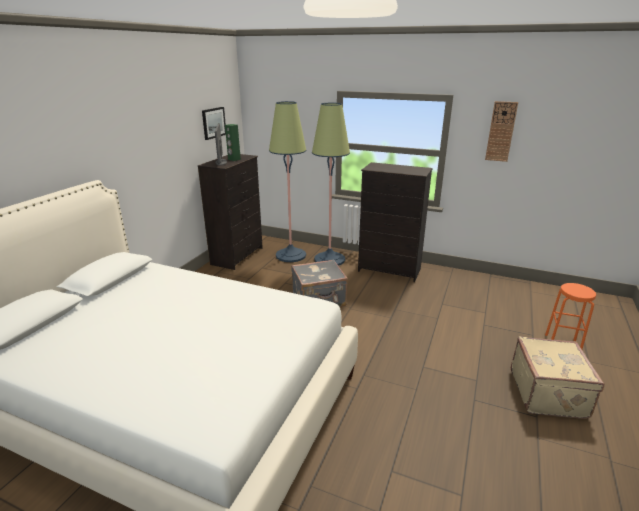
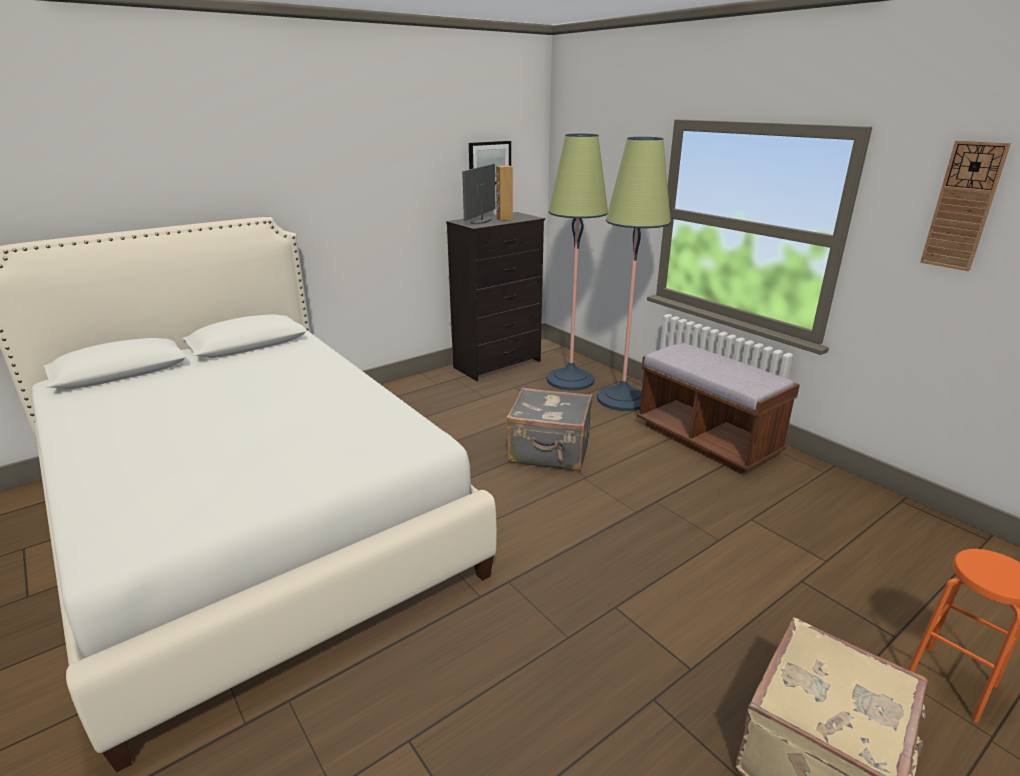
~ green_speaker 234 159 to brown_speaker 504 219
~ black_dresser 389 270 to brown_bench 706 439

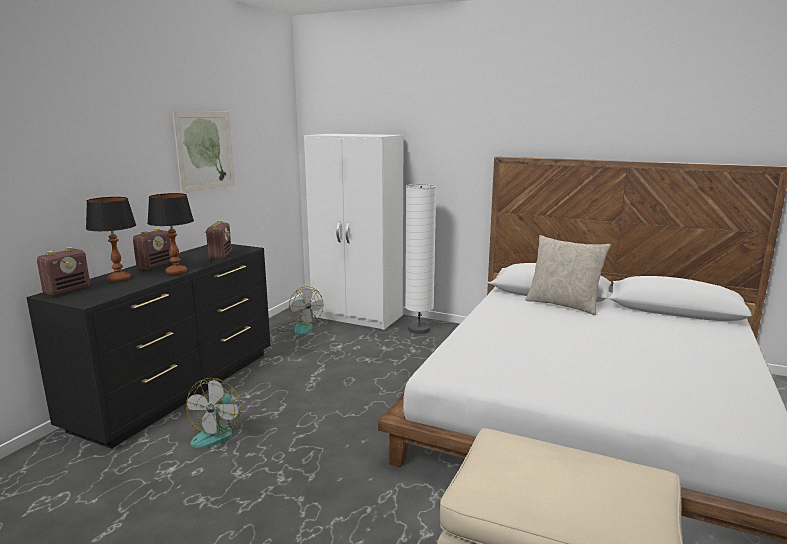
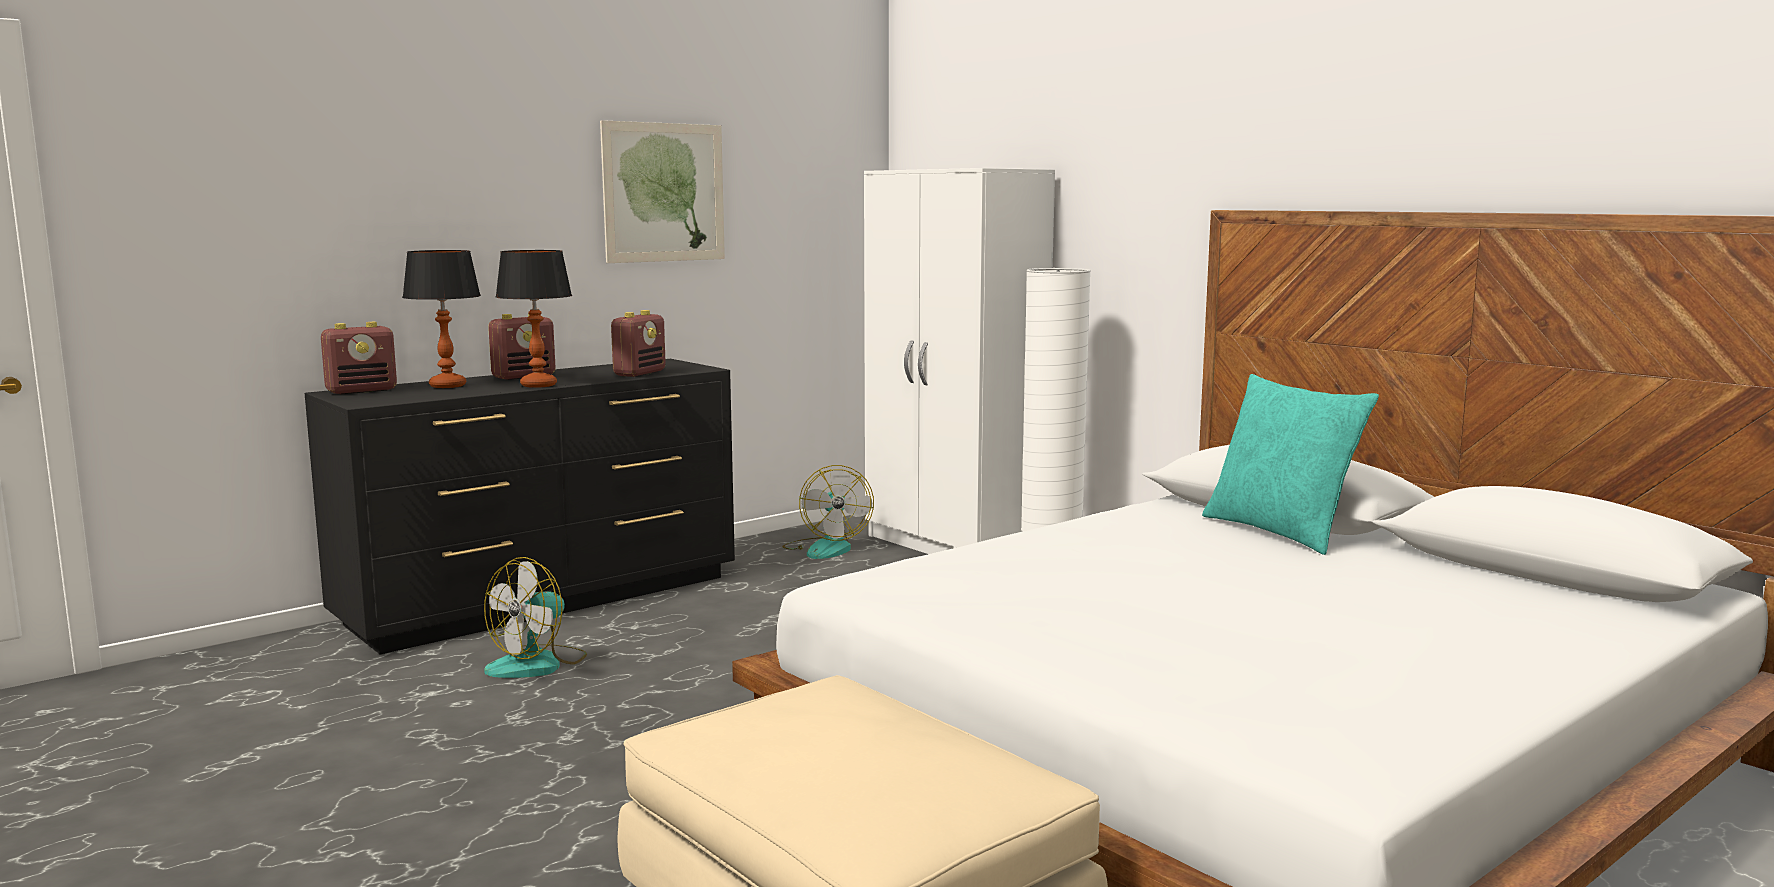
~ beige_pillow 563 304 to turquoise_pillow 1281 532

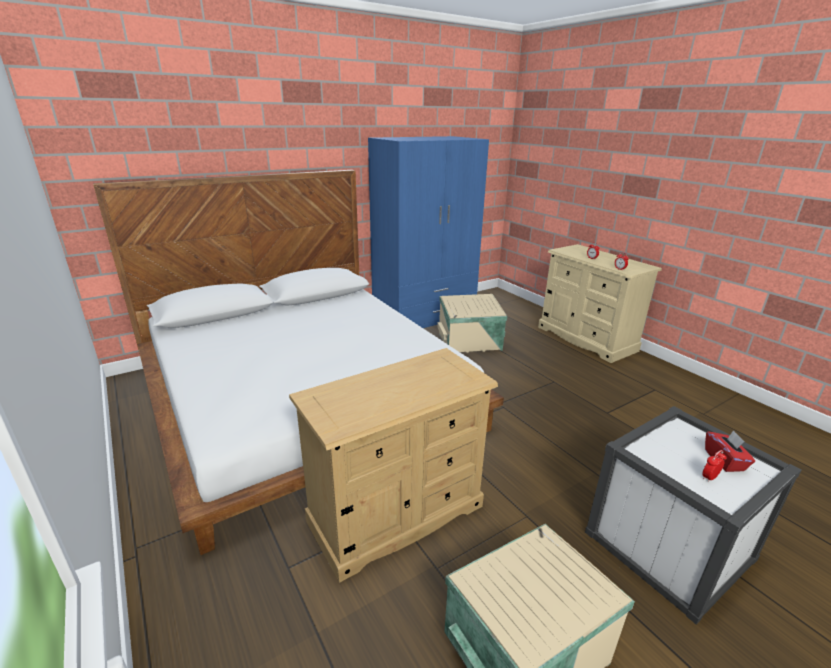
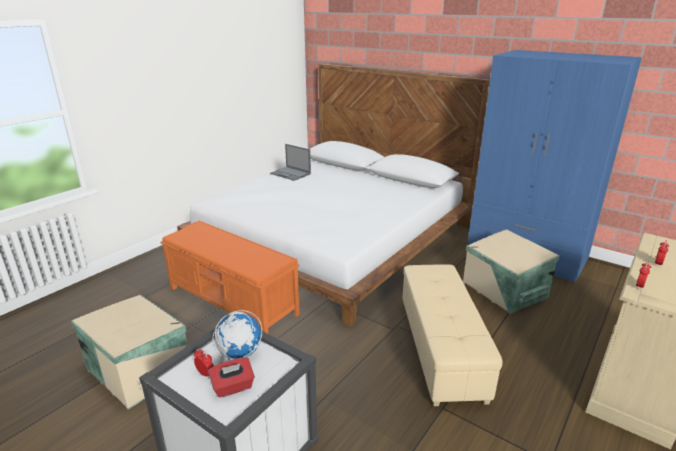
~ beige_dresser 397 514 to orange_bench 233 301
+ globe 239 353
+ laptop 291 174
+ beige_ottoman 442 348

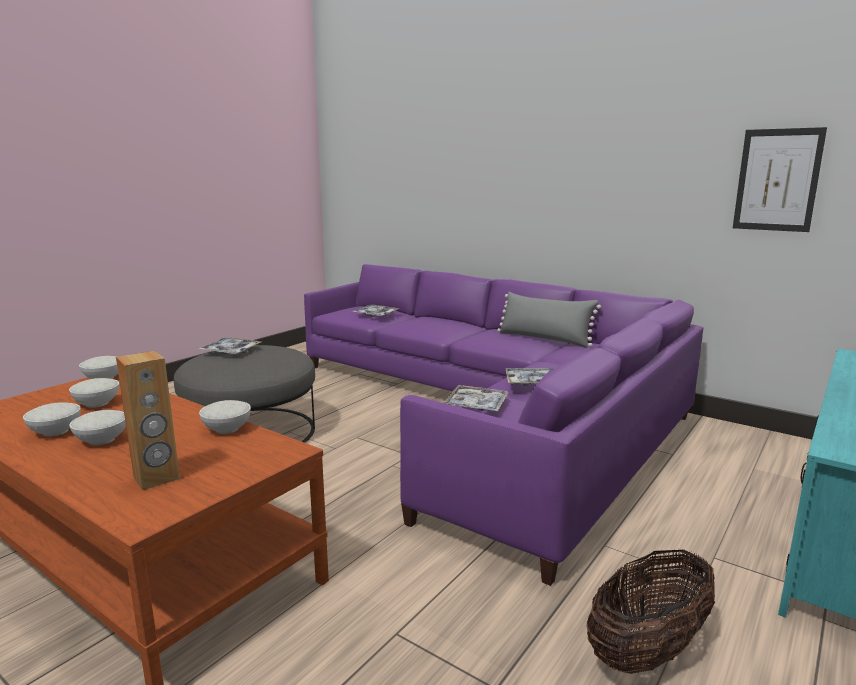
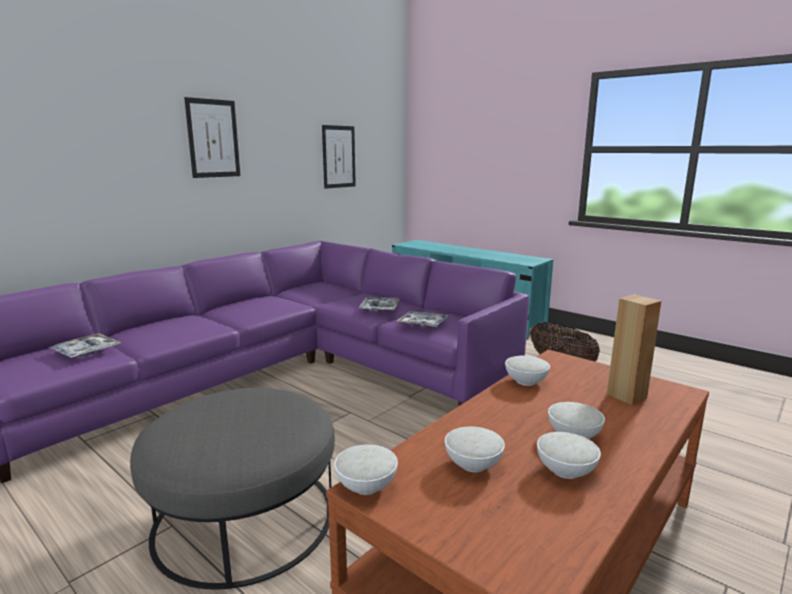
+ picture 213 138
- tray 231 351
- grey_pillow 544 339

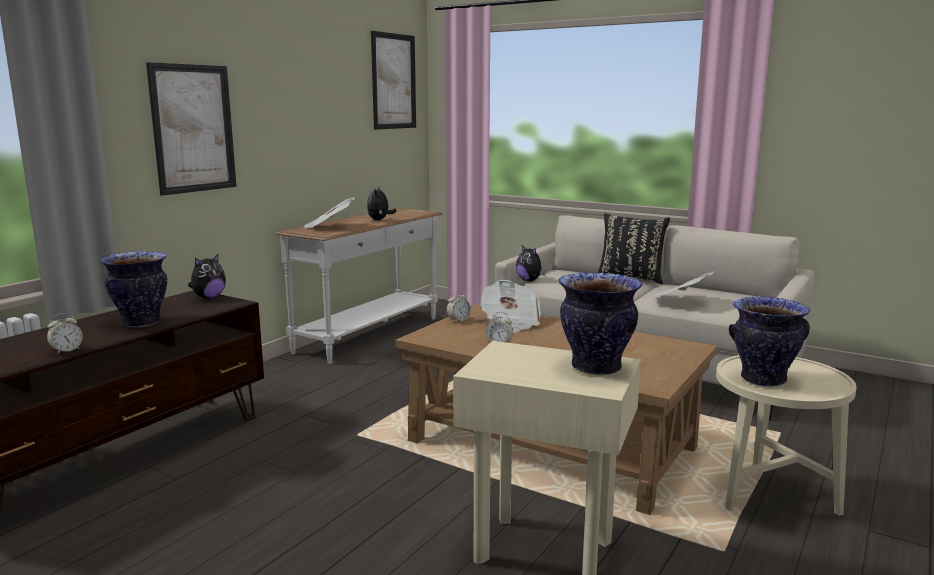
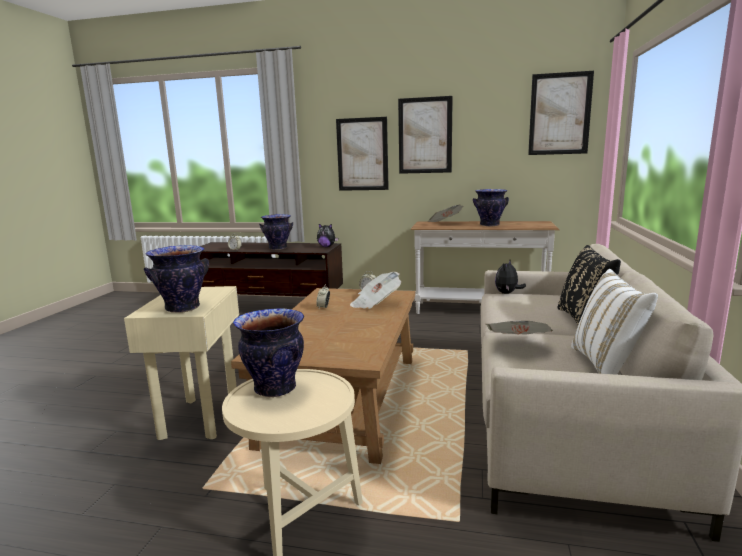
+ picture 425 135
~ plush_toy 379 220 to vase 489 225
+ white_pillow 606 366

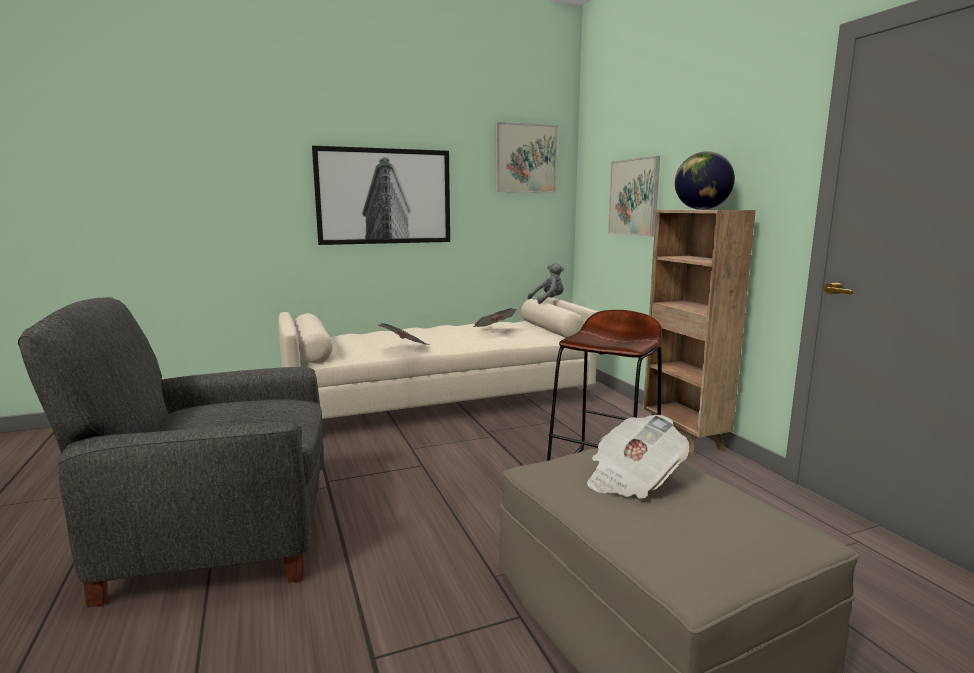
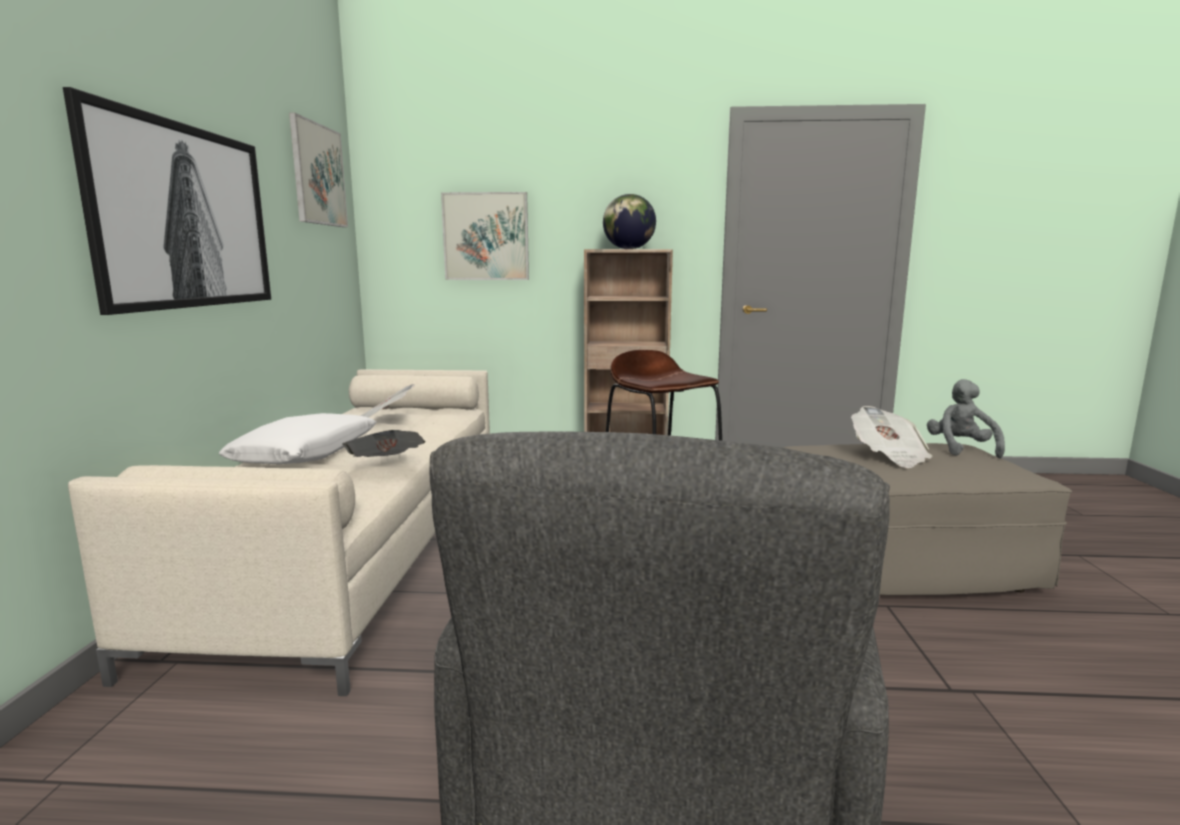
+ white_pillow 306 453
~ grey_plush_toy 548 301 to 960 449

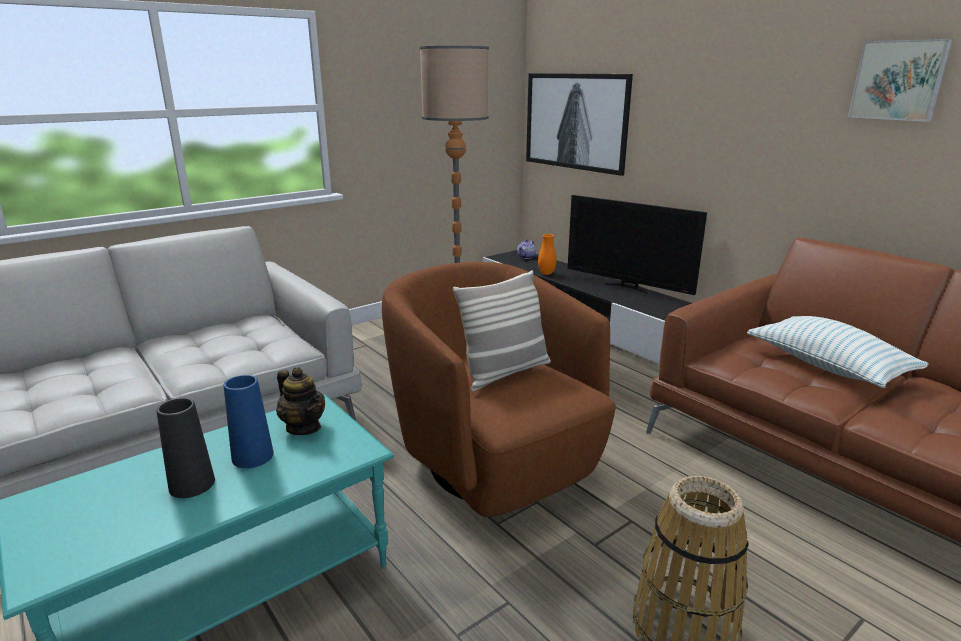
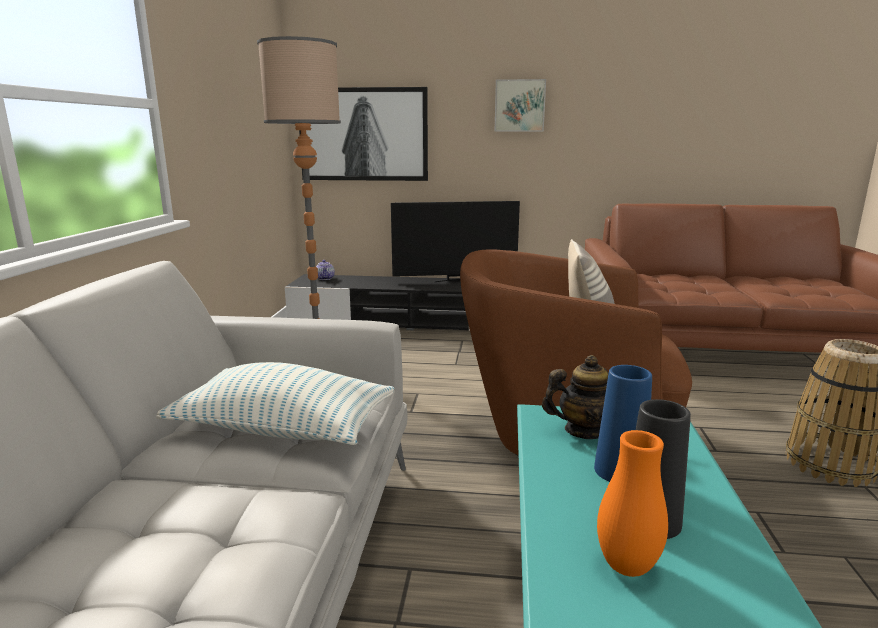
~ pillow 828 366 to 283 429
~ picture 898 80 to 519 106
~ orange_vase 546 274 to 627 566

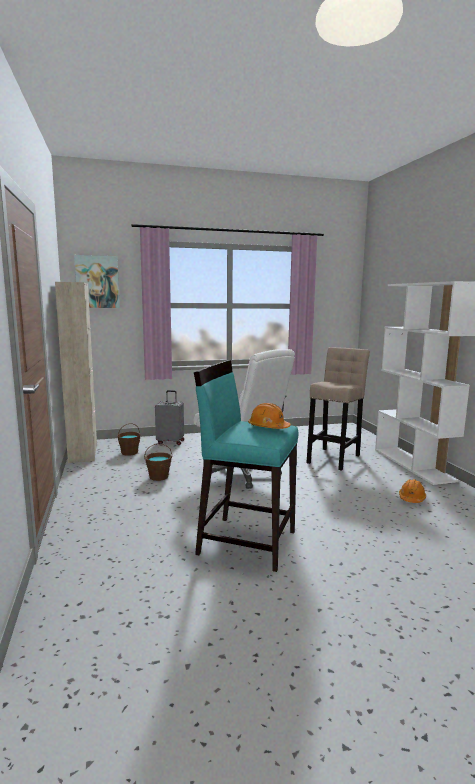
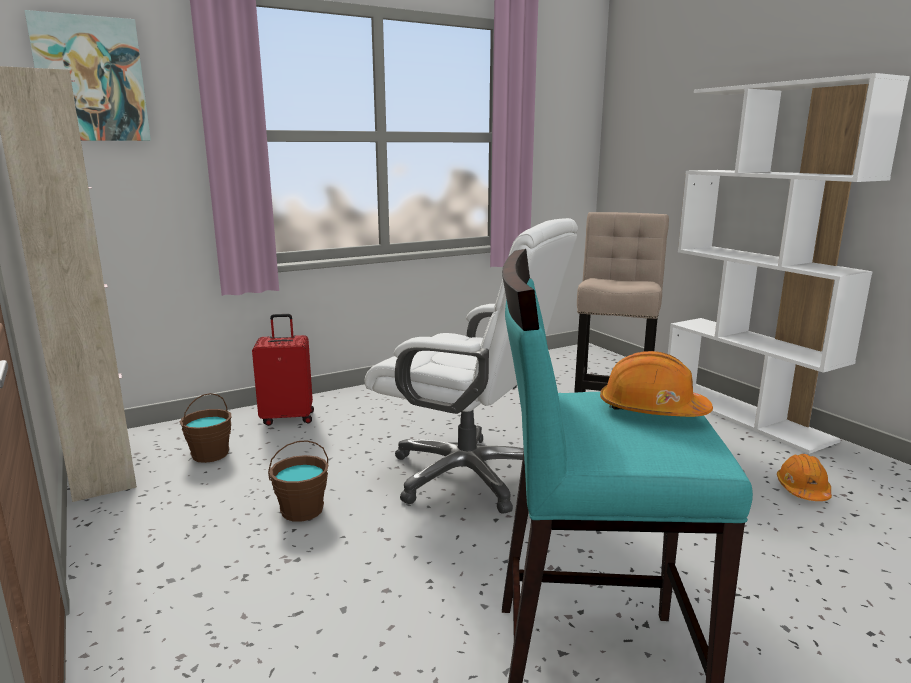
~ grey_suitcase 170 442 to red_suitcase 288 418

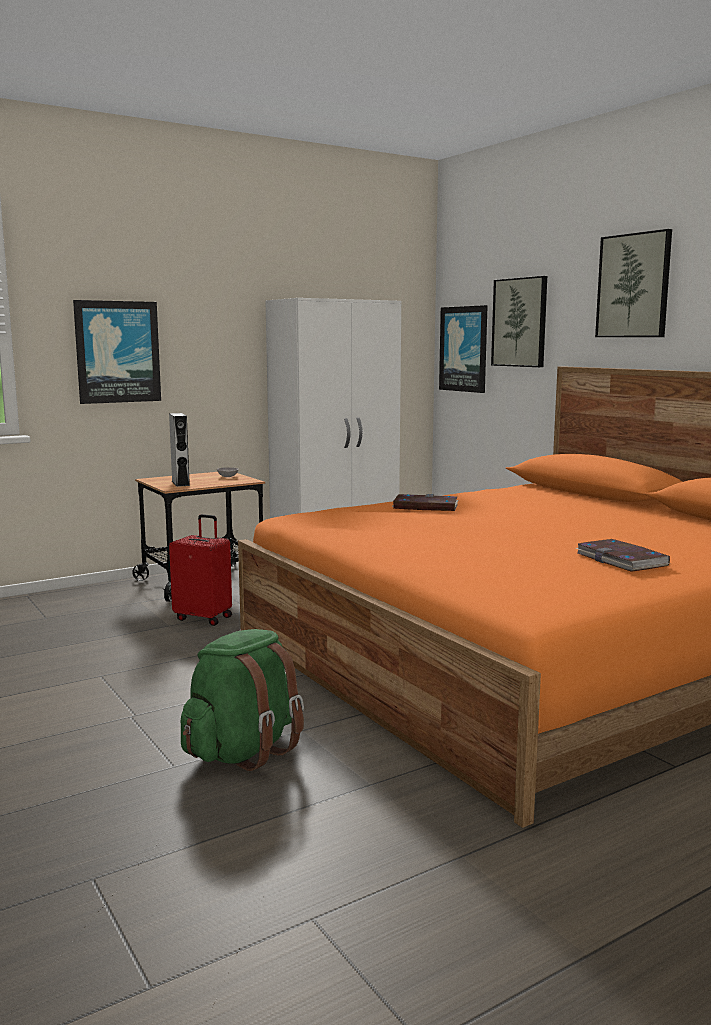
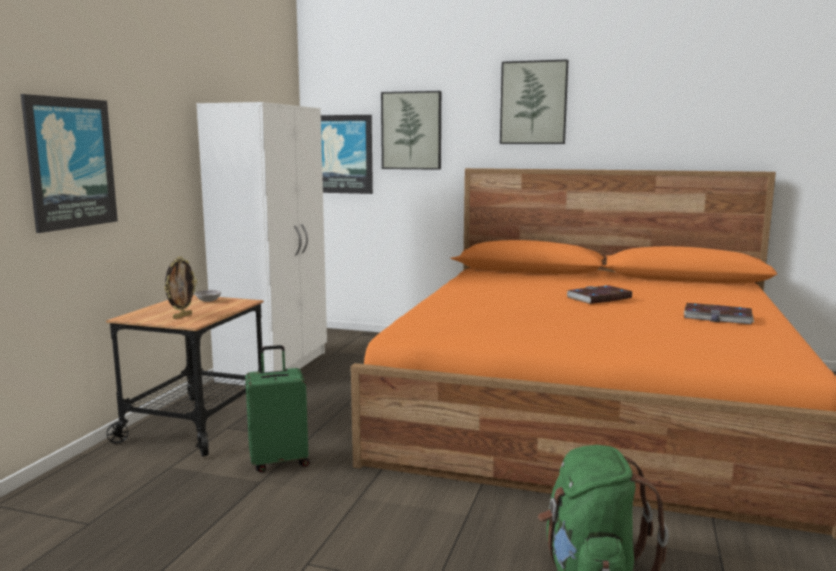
~ grey_speaker 180 483 to picture_frame 182 316
~ red_suitcase 204 618 to green_suitcase 279 461
~ book 425 506 to 599 298

